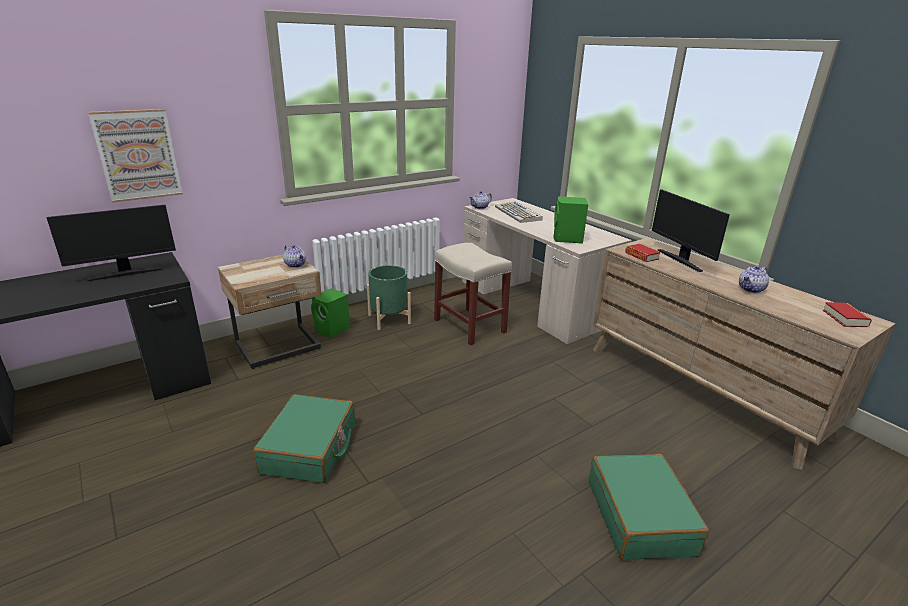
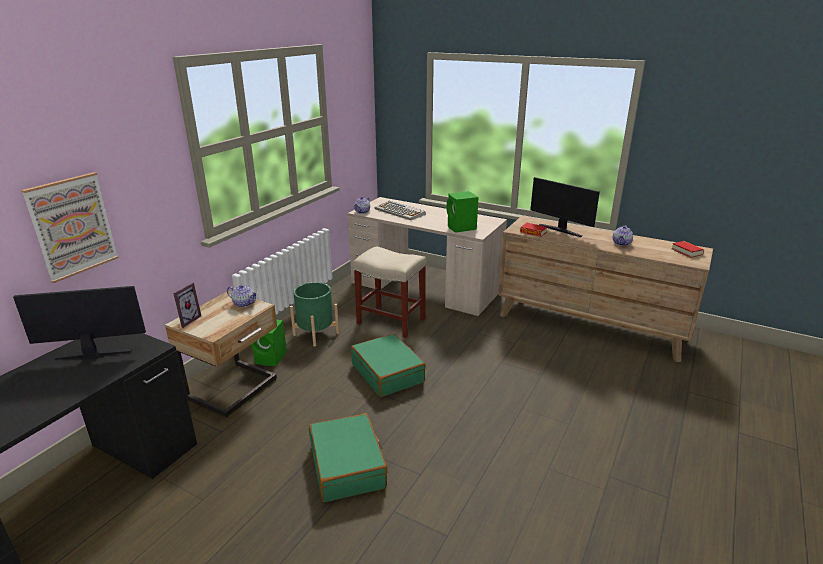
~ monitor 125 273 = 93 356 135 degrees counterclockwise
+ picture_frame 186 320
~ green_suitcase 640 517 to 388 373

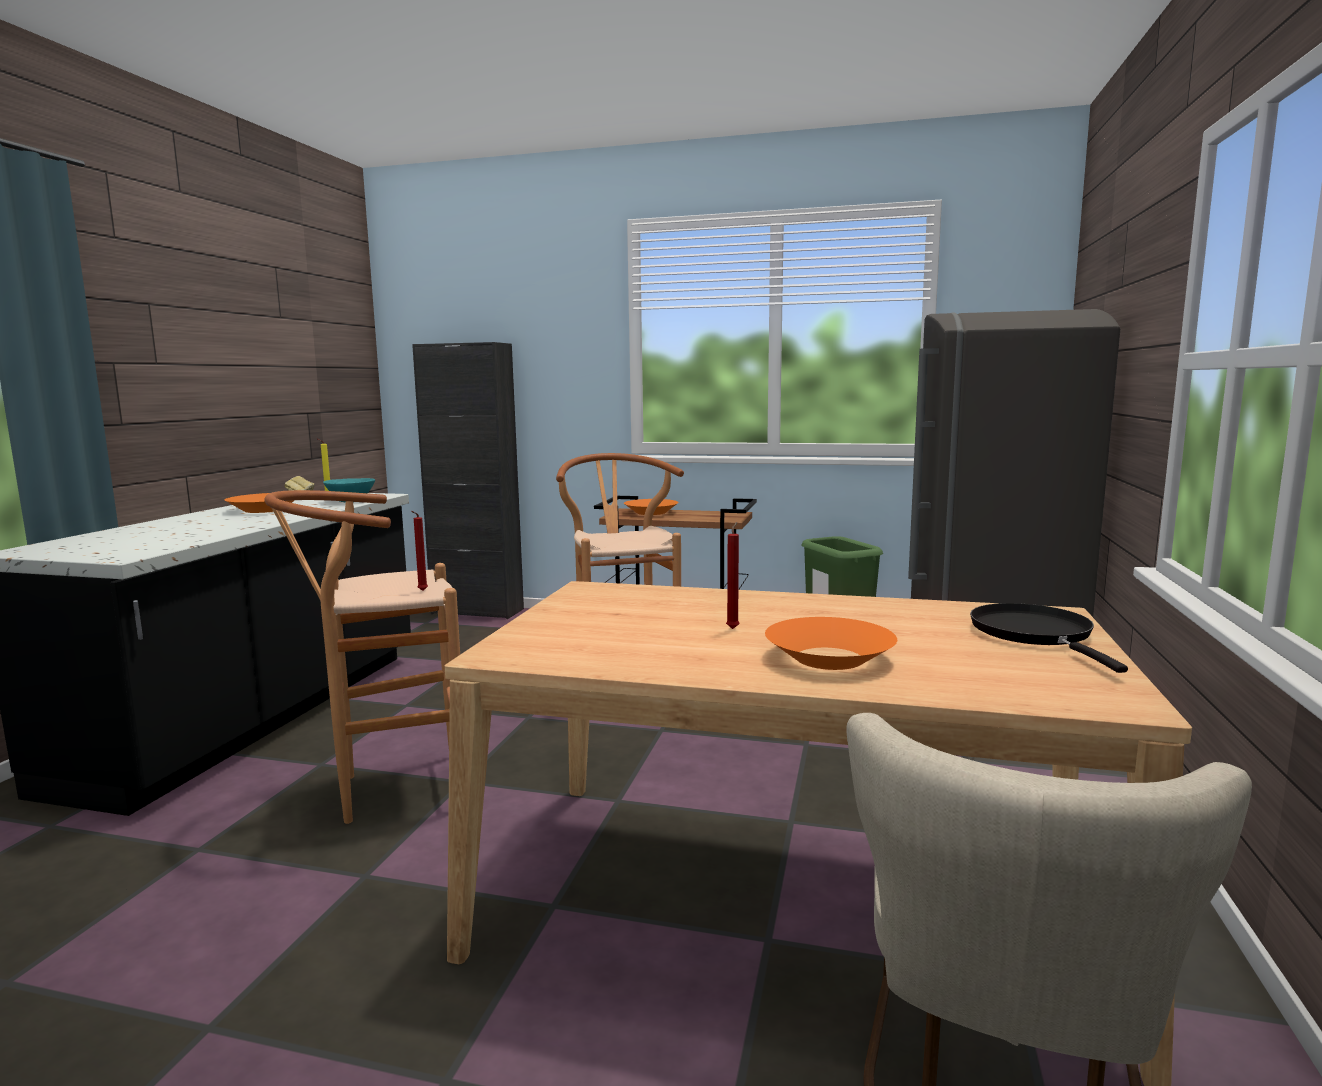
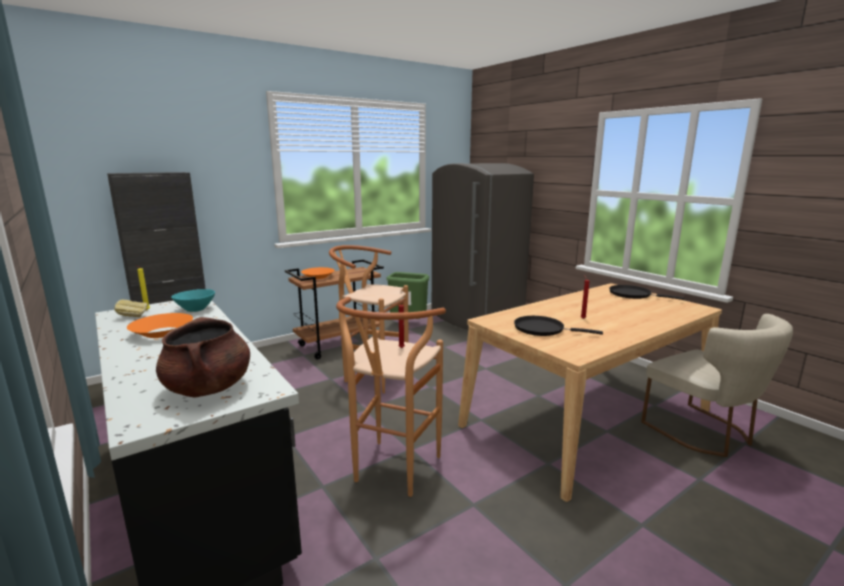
+ brown_cooking_pot 208 388
+ black_frying_pan 542 329
- orange_bowl 828 658

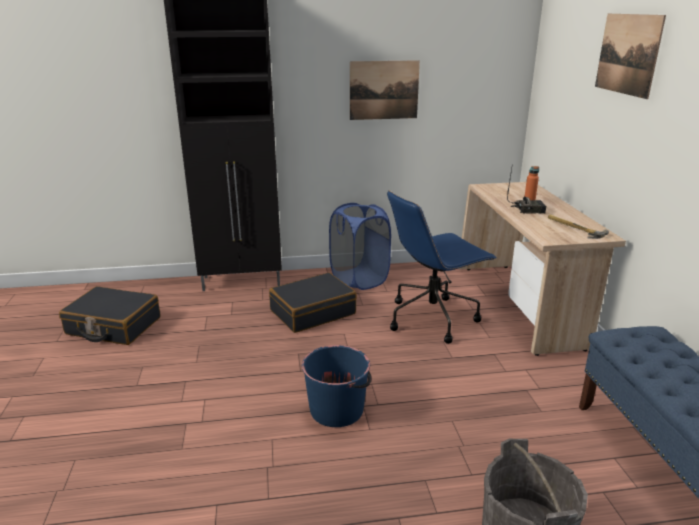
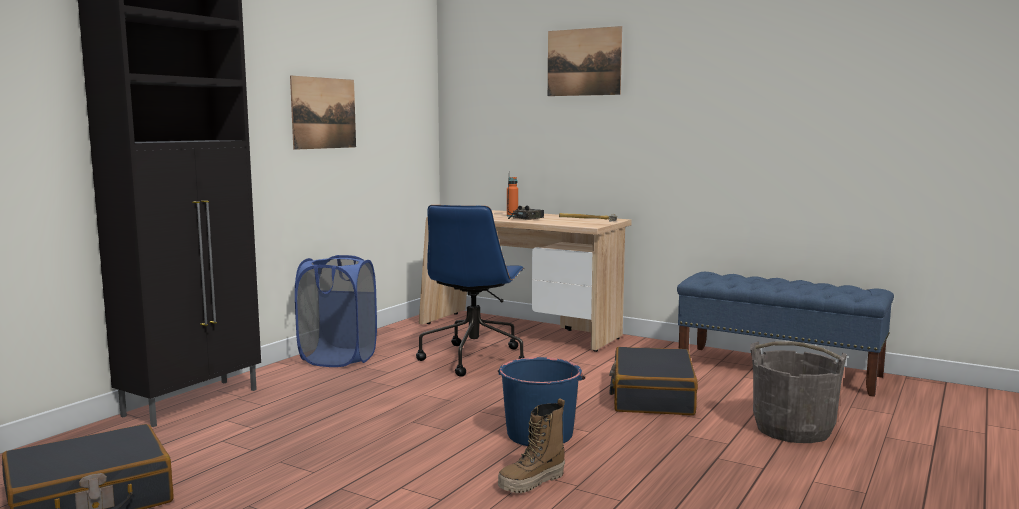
+ boot 532 483
~ black_suitcase 312 312 to 652 396

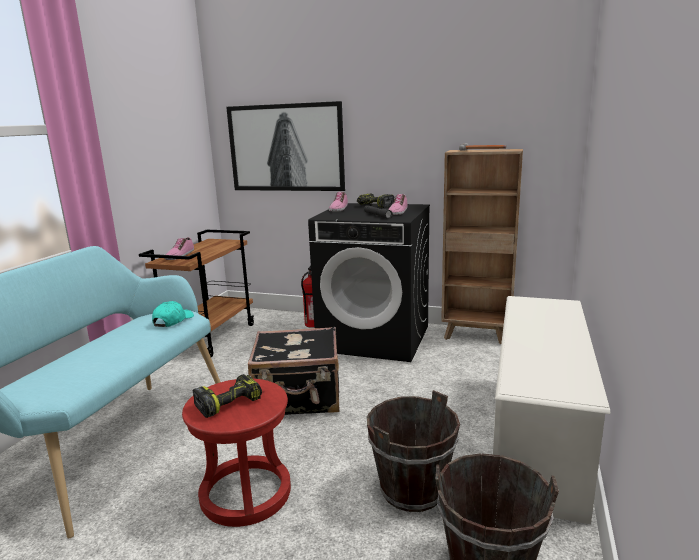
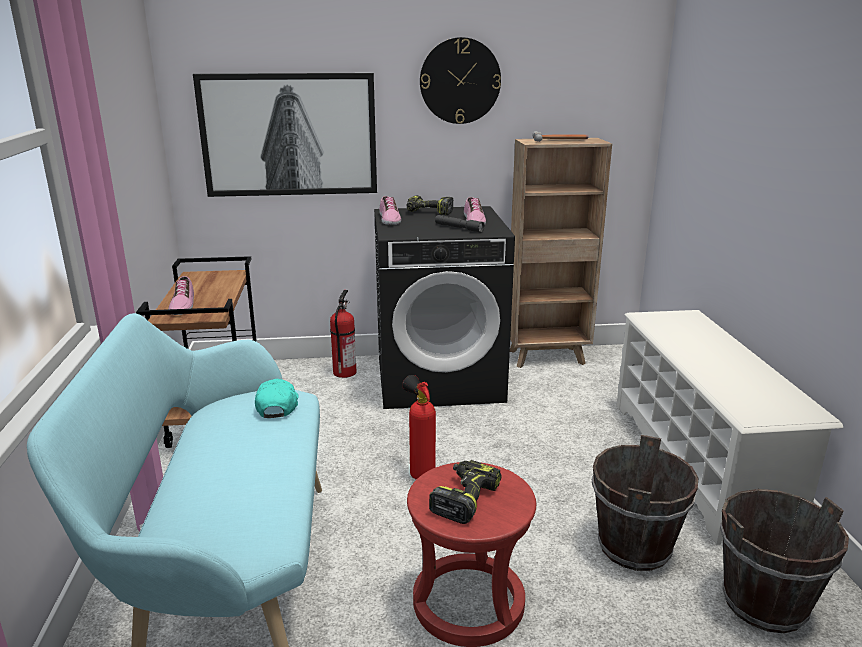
~ black_suitcase 299 398 to fire_extinguisher 420 473
+ wall_clock 460 81

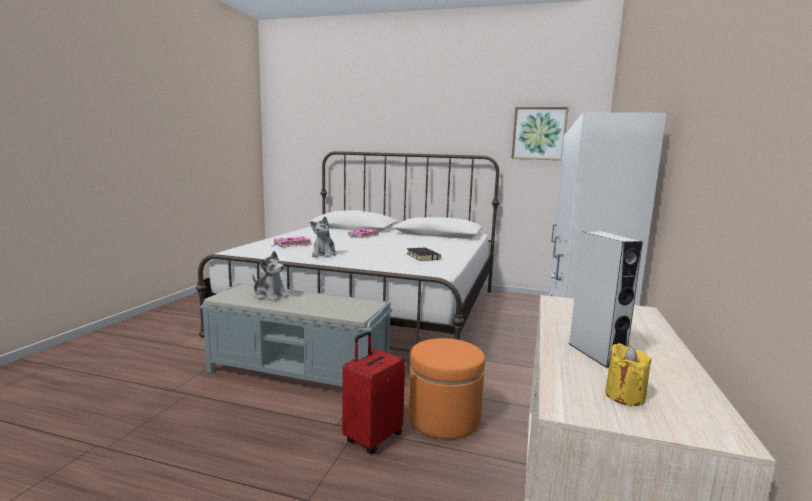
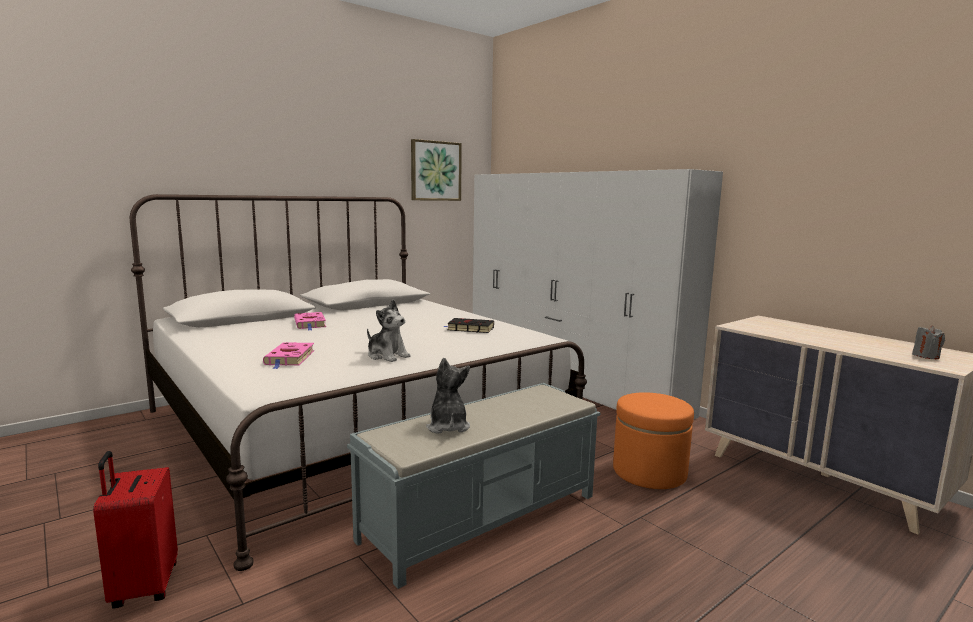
~ red_suitcase 372 438 to 143 587
~ plush_toy 270 295 = 447 426 75 degrees counterclockwise
~ yellow_candle 624 396 to grey_candle 926 356
- grey_speaker 596 354

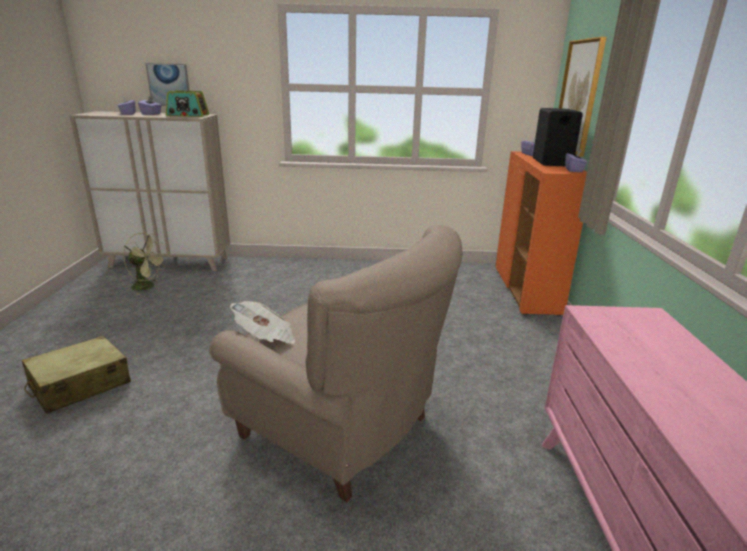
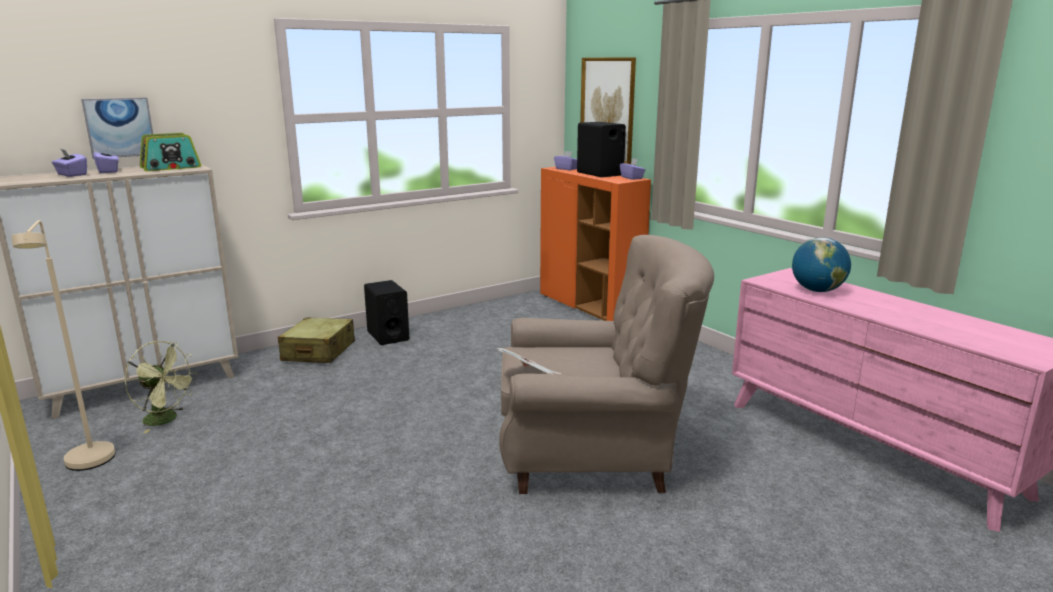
+ beige_floor_lamp 89 465
~ green_fan 148 287 = 167 420 45 degrees clockwise
~ beige_suitcase 80 385 to 318 352
+ black_speaker 388 336
+ globe 817 290

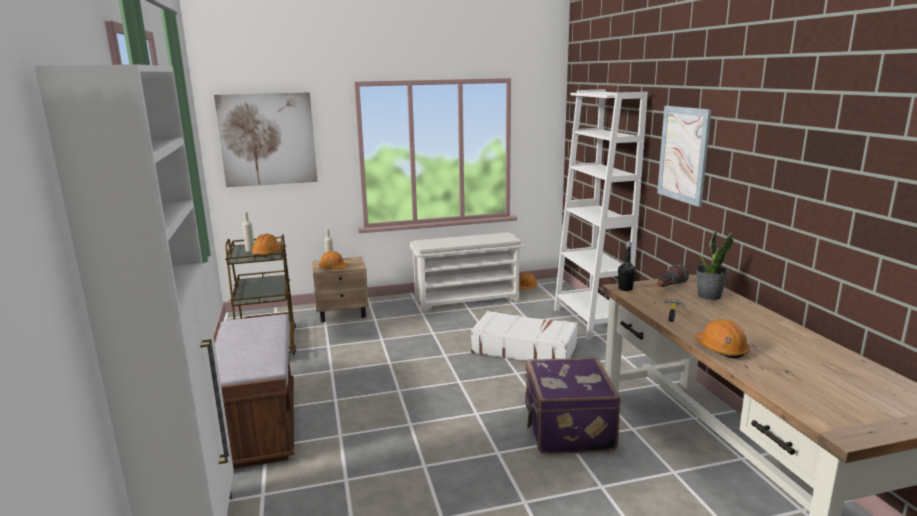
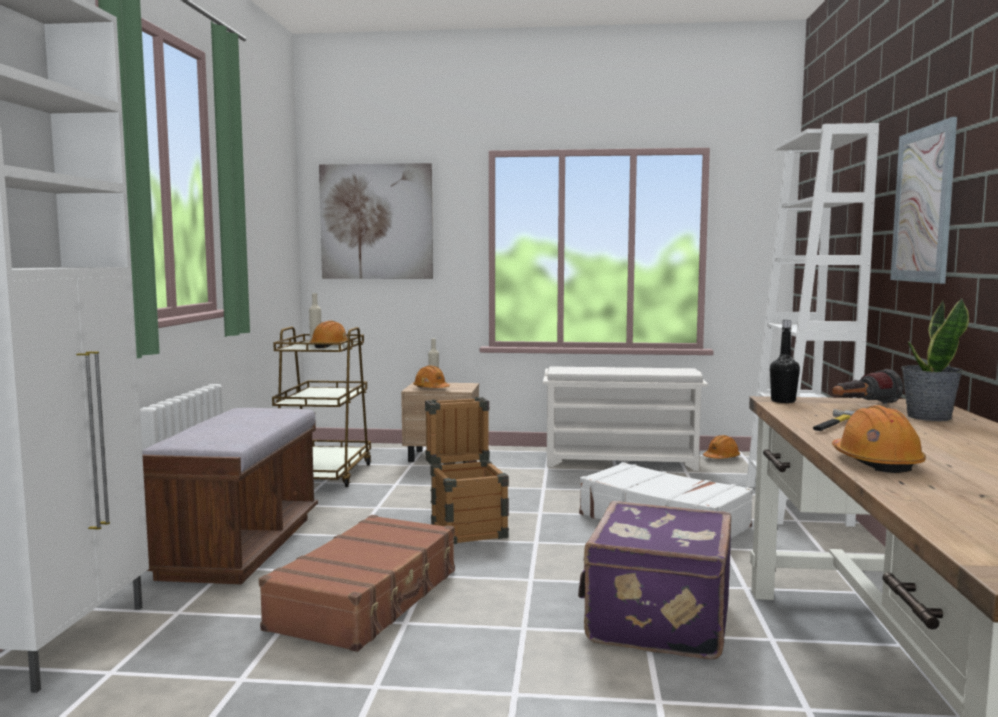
+ brown_suitcase 368 599
+ crate 466 527

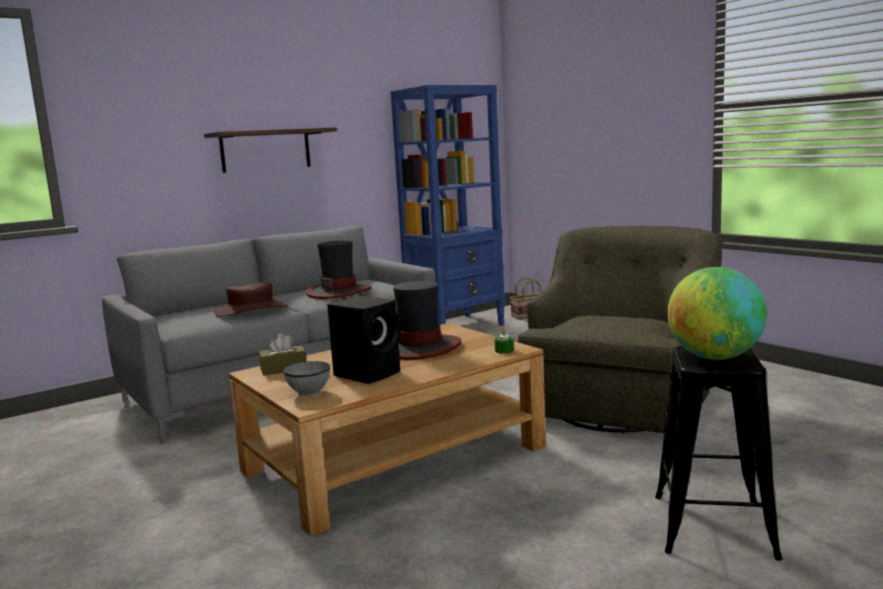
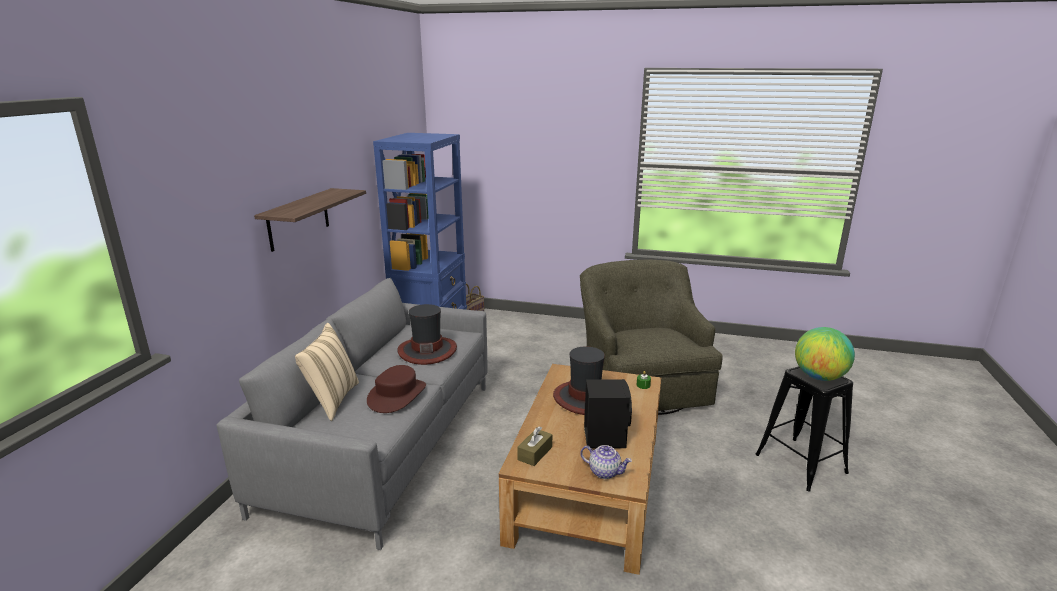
+ beige_pillow 332 400
~ grey_bowl 309 393 to teapot 605 472

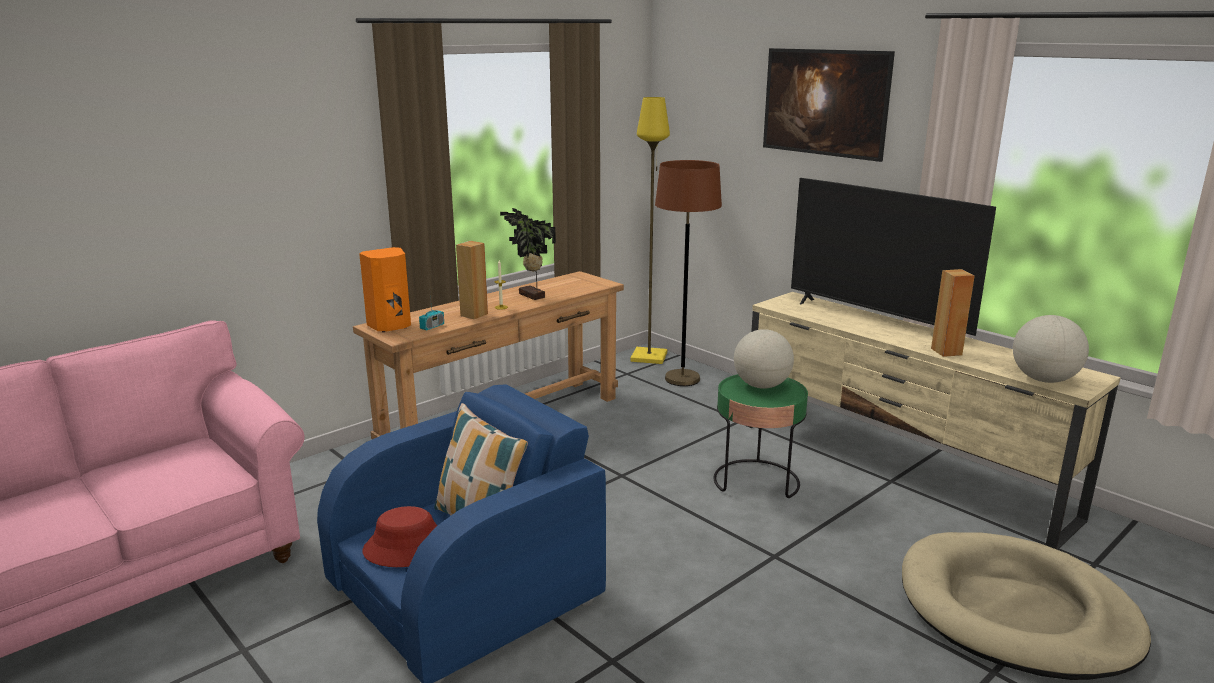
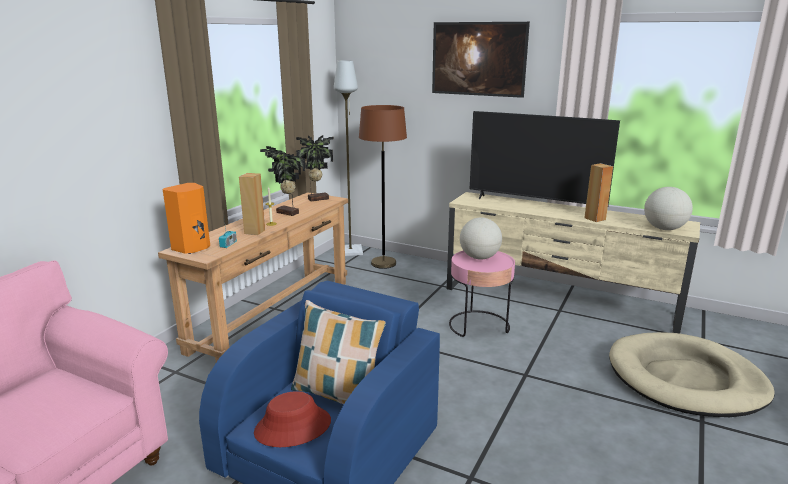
+ potted_plant 317 199
~ yellow_floor_lamp 649 357 to grey_floor_lamp 350 251
~ green_side_table 756 481 to pink_side_table 479 325

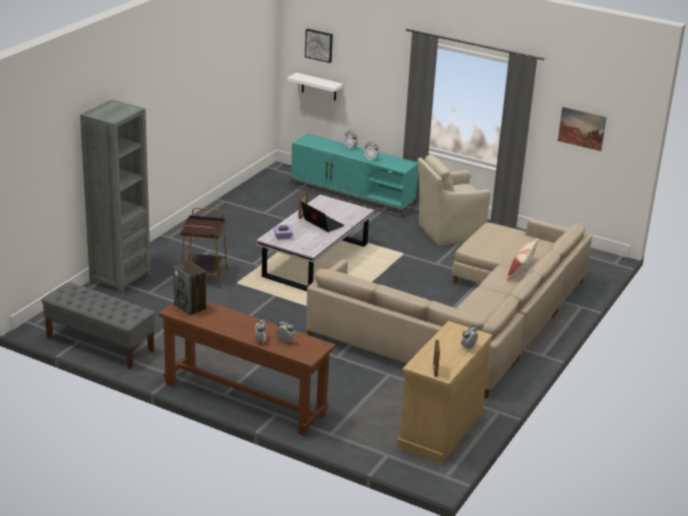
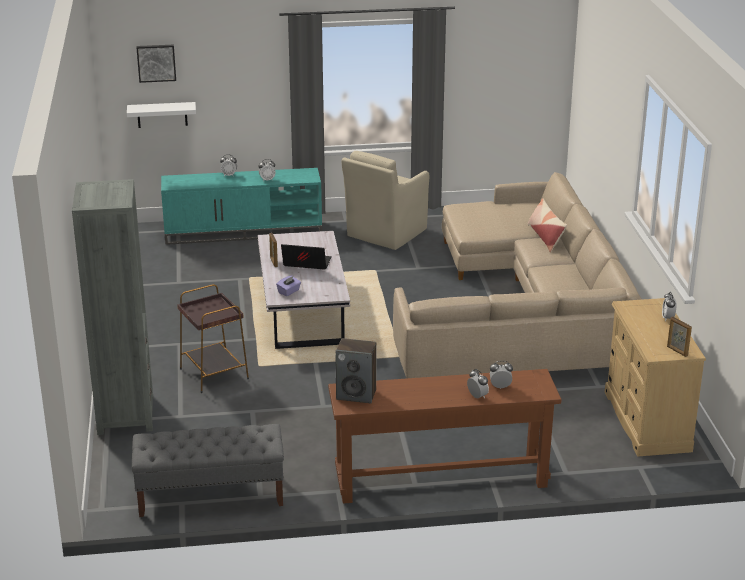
- picture 581 128

